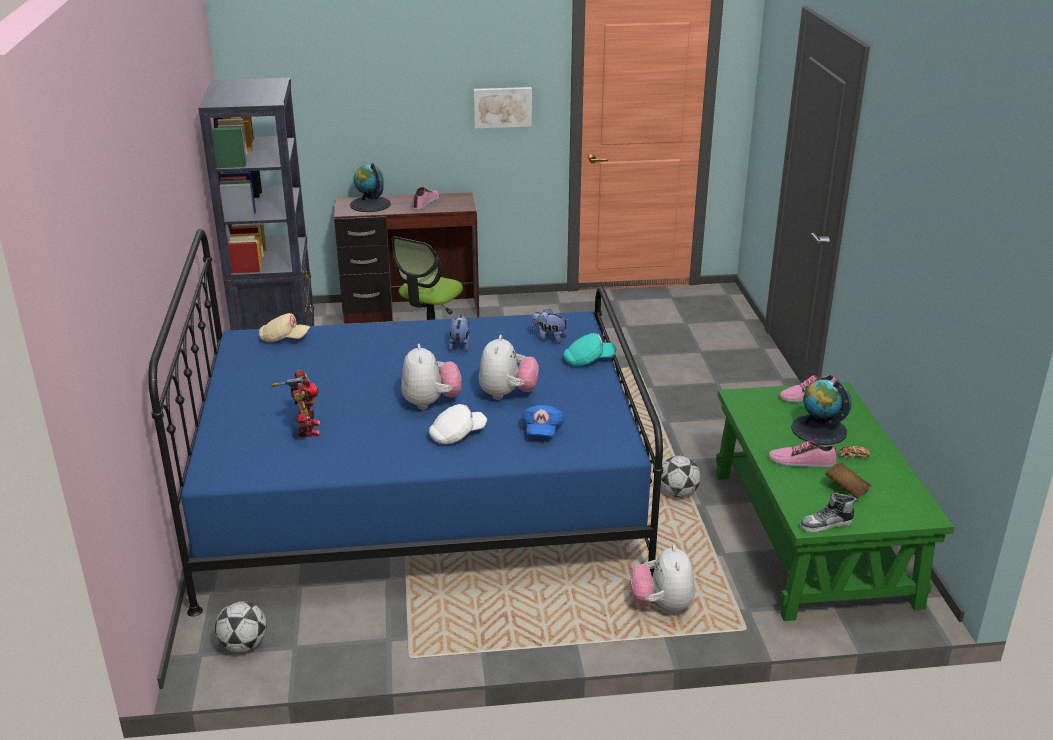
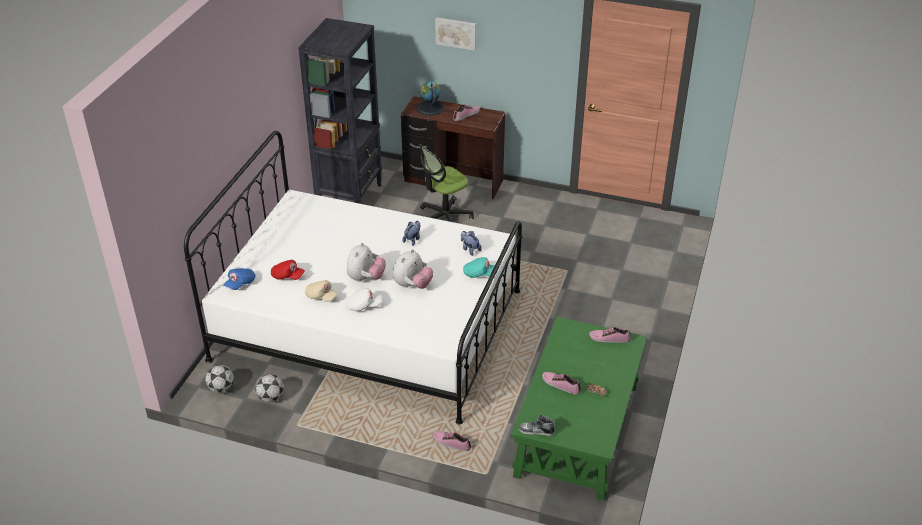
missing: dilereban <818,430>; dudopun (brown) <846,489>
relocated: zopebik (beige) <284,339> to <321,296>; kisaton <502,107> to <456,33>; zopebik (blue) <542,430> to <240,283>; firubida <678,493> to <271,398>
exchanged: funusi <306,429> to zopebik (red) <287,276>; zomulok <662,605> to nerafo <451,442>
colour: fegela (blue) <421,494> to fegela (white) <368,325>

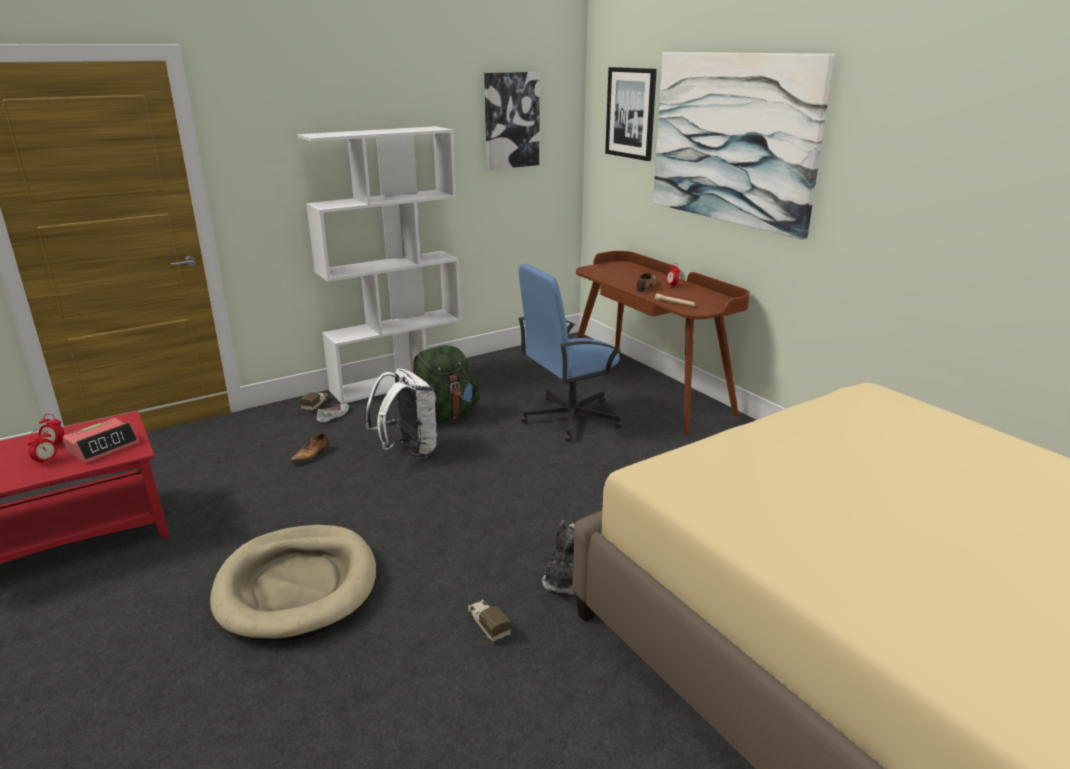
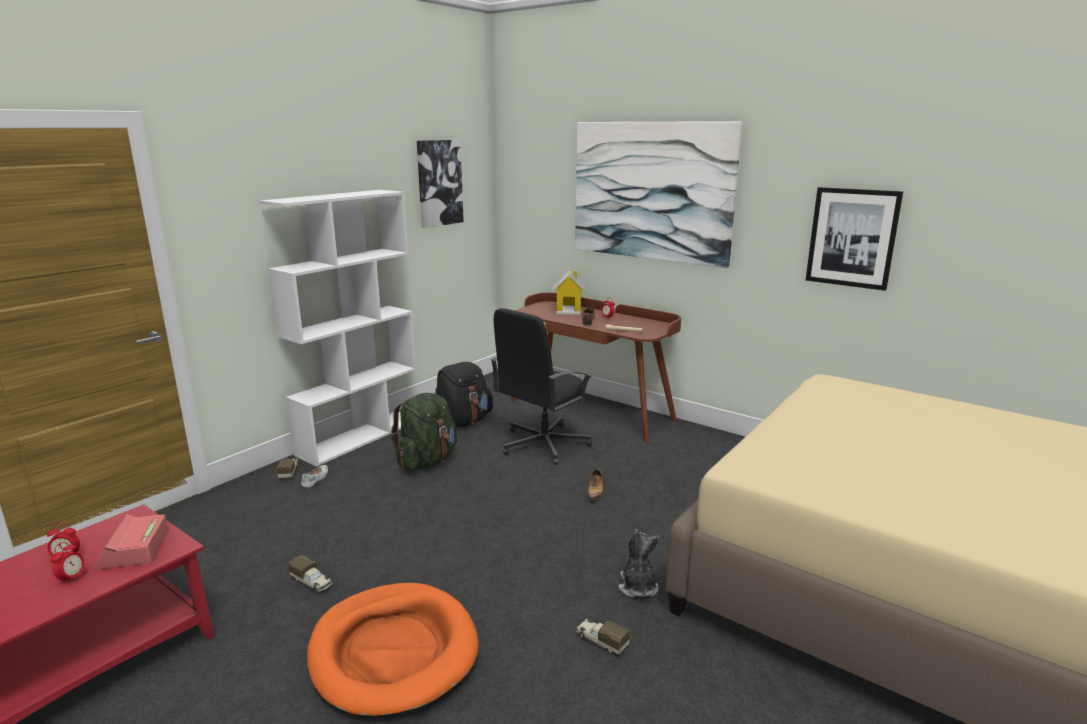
missing: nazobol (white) <408,451>
appeared: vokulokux <312,583>; nazobol (black) <463,422>; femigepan <569,310>
relocated: nerafo <311,455> to <595,491>; kisaton <631,113> to <852,238>
colour: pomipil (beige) <297,586> to pomipil (orange) <394,652>; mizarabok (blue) <569,418> to mizarabok (black) <543,444>
spun: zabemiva <103,447> = <134,549> 150 degrees clockwise

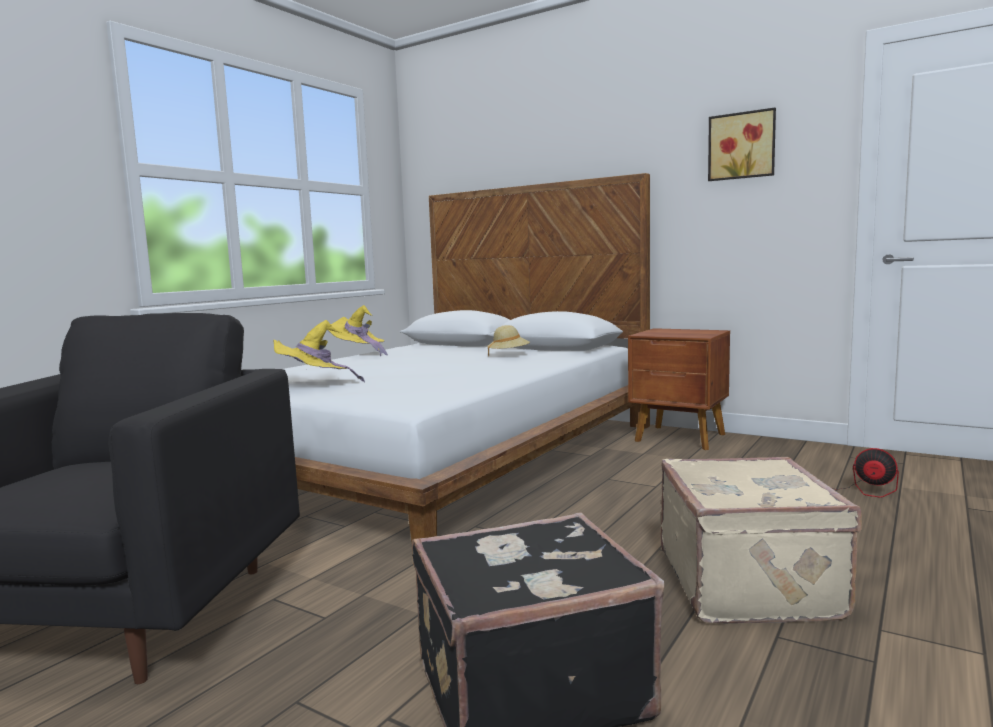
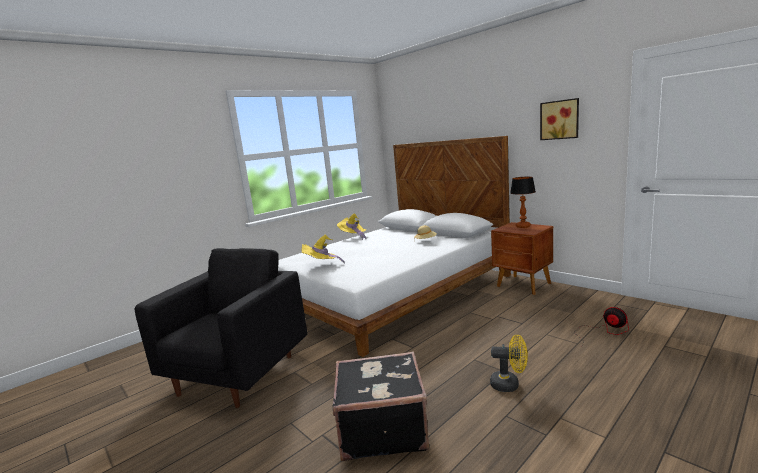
appeared: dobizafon <523,226>
exchanged: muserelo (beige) <750,583> to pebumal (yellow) <509,384>

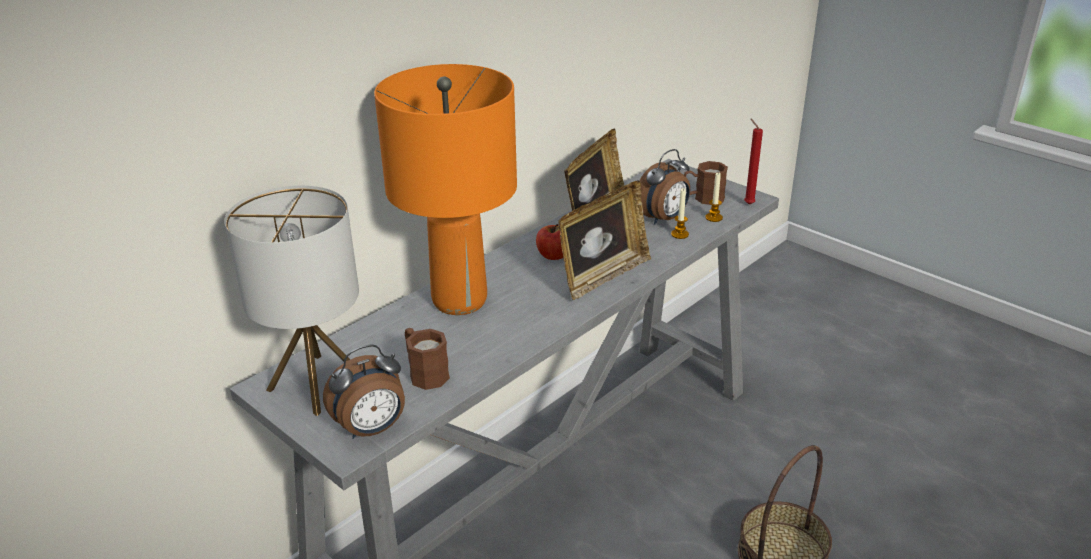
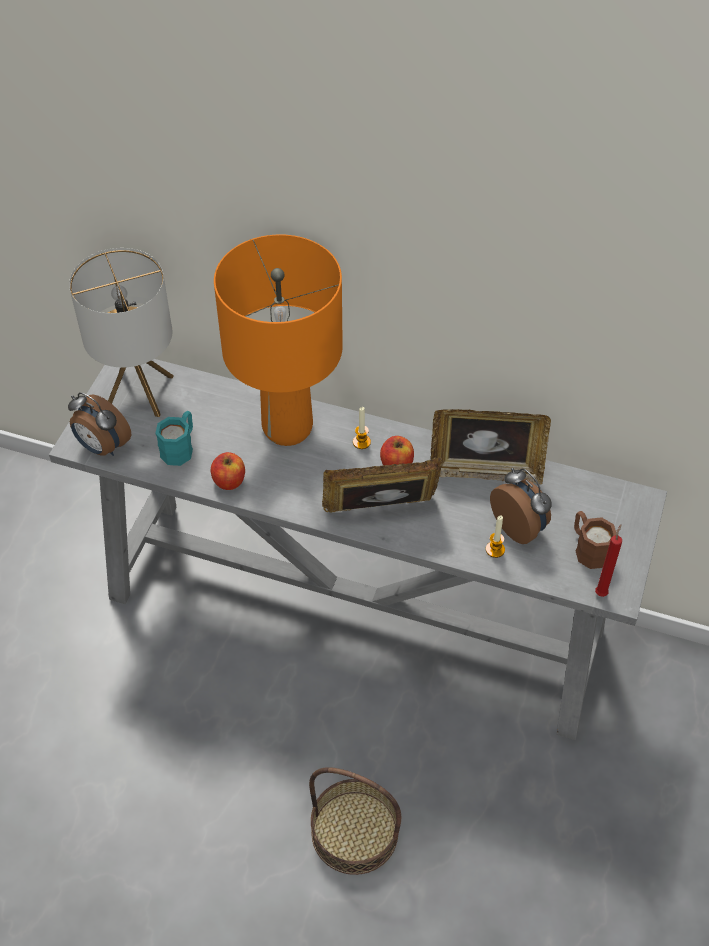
appeared: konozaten <229,481>
relocated: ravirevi <713,218> to <361,442>
colour: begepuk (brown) <425,372> to begepuk (turquoise) <180,447>
spun: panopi <602,276> = <380,512> 150 degrees clockwise; zabemiva <663,219> = <519,527> 150 degrees counterclockwise

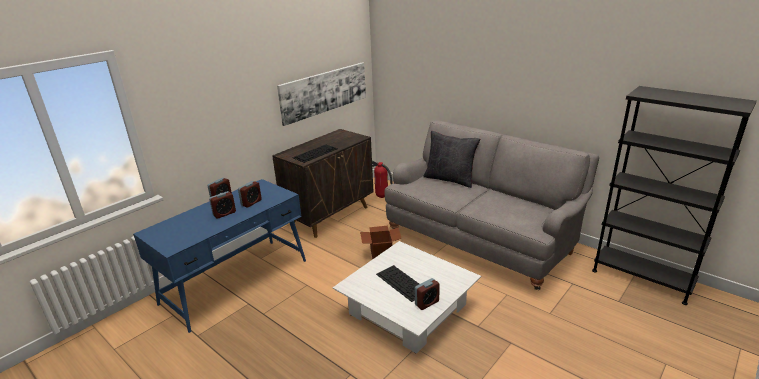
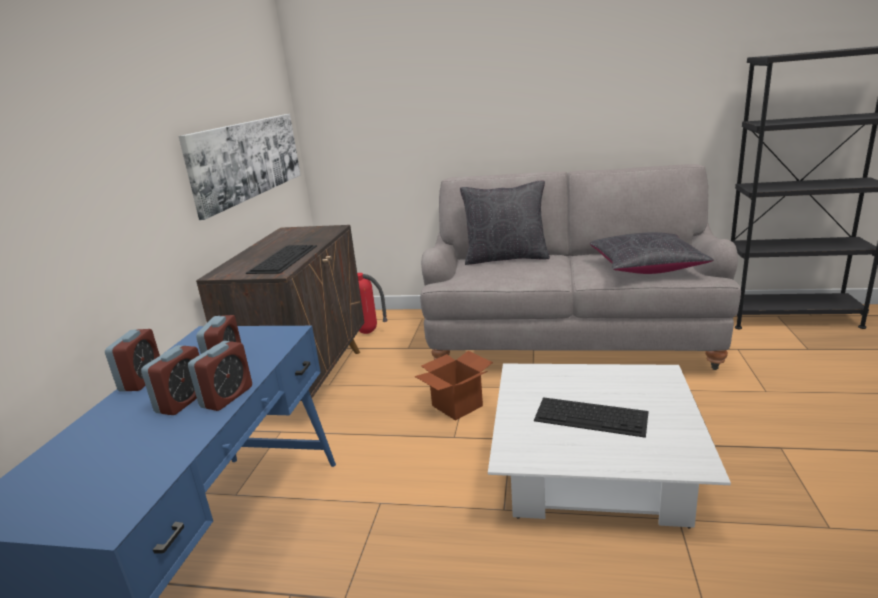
appeared: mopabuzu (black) <646,267>
relocated: zabemiva <427,303> to <227,397>

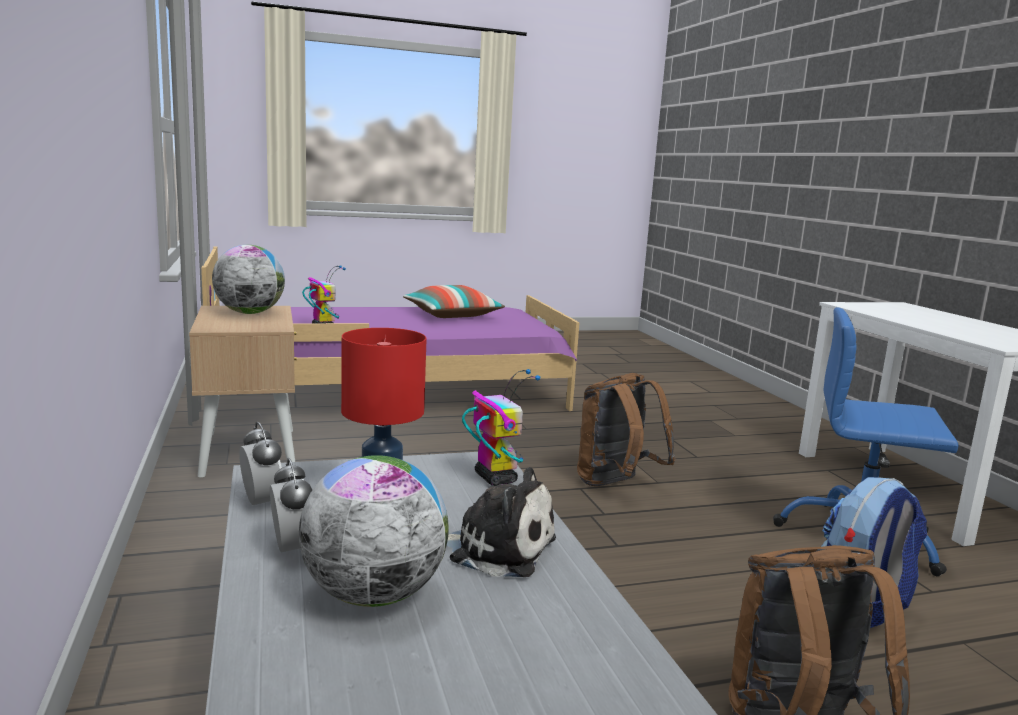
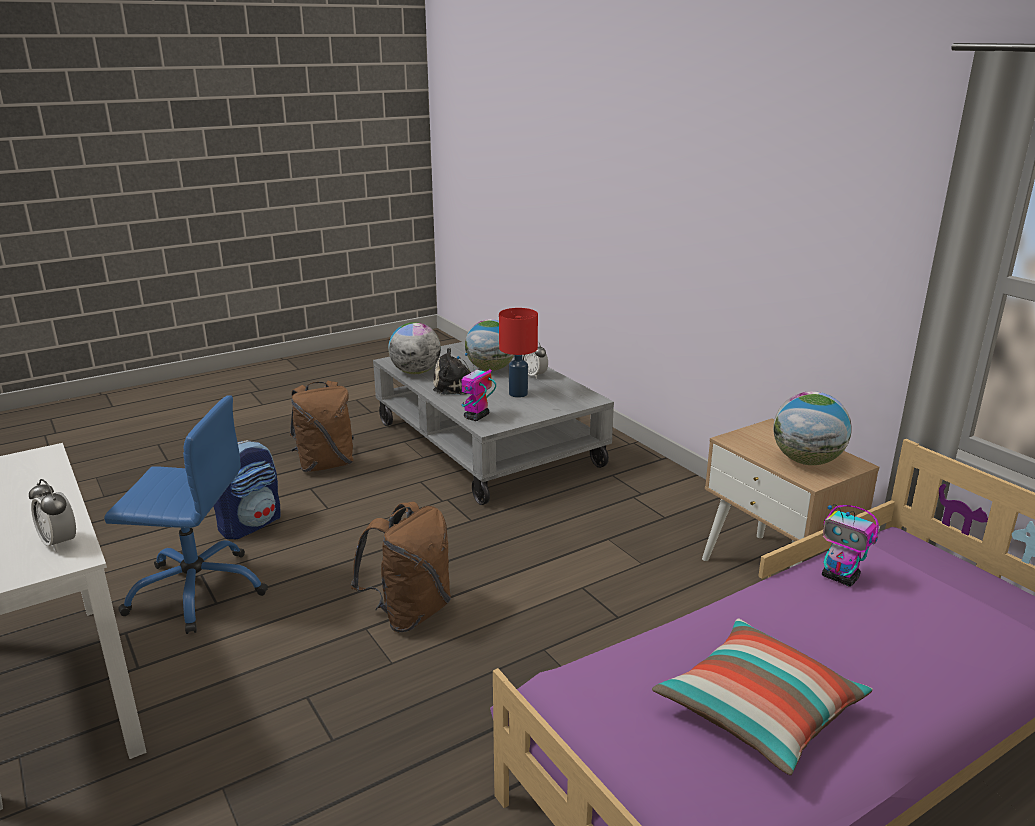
appeared: dilereban <415,372>
relocated: zabemiva <262,503> to <59,542>
spun: funusi <495,478> = <476,417> 75 degrees clockwise

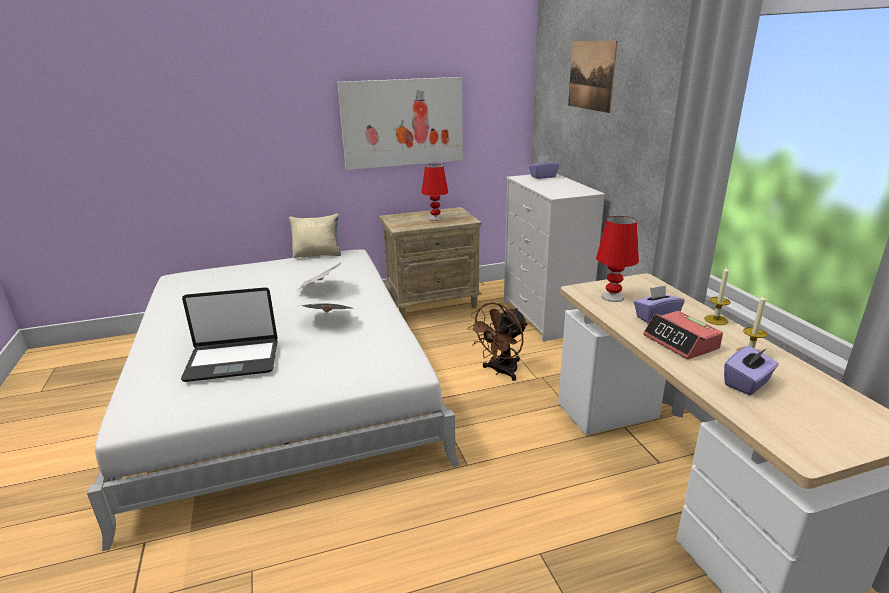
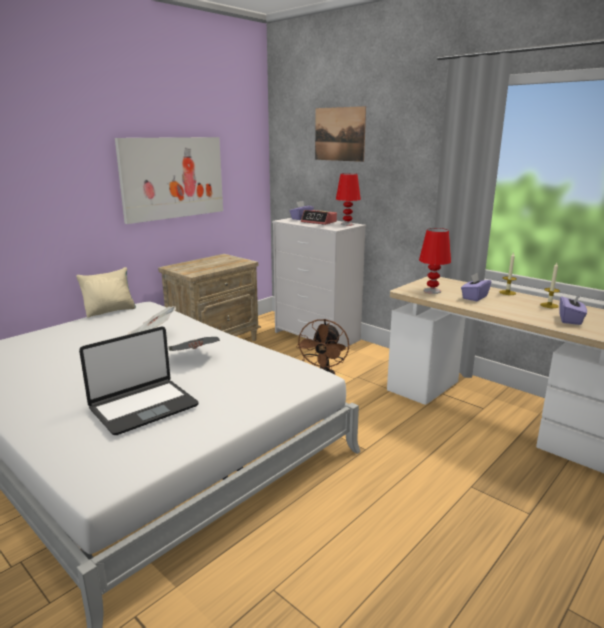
relocated: dobizafon (red) <435,218> to <347,224>; zabemiva <681,342> to <319,222>

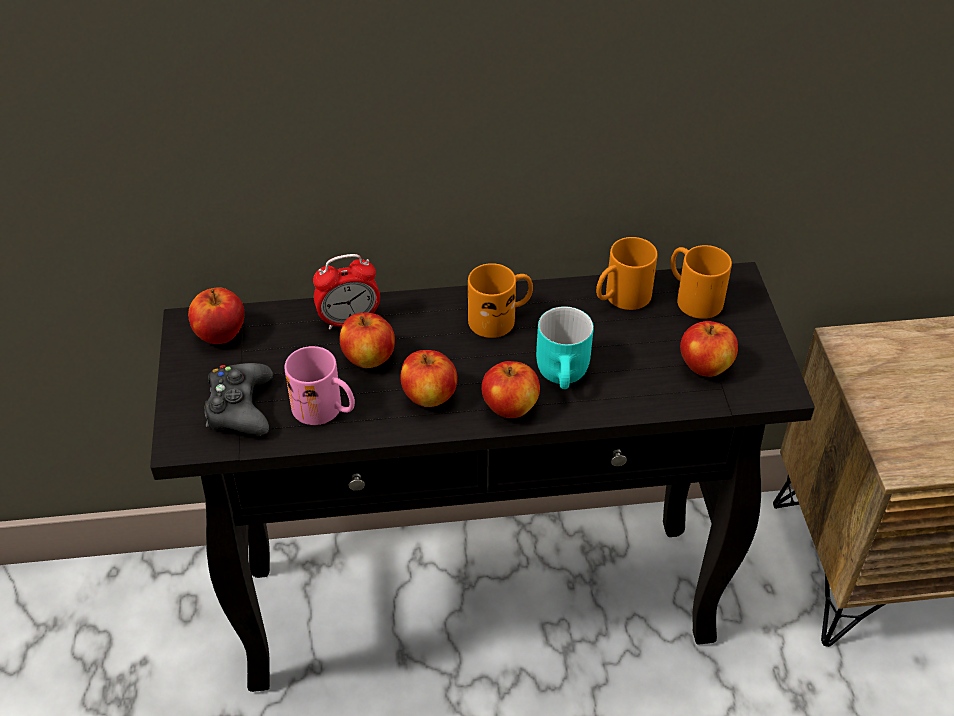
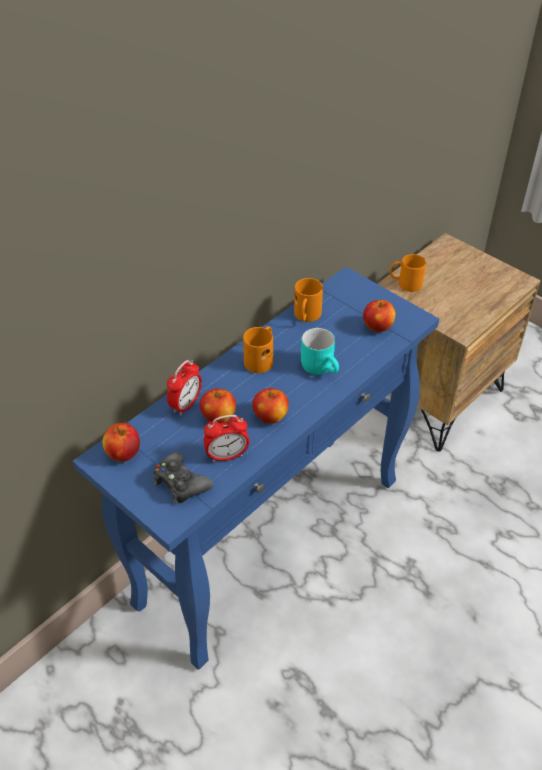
missing: konozaten <510,407>
relocated: begepuk (orange) <692,297> to <405,284>
exchanged: begepuk (pink) <326,410> to zabemiva <227,455>
colour: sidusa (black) <480,602> to sidusa (blue) <272,539>

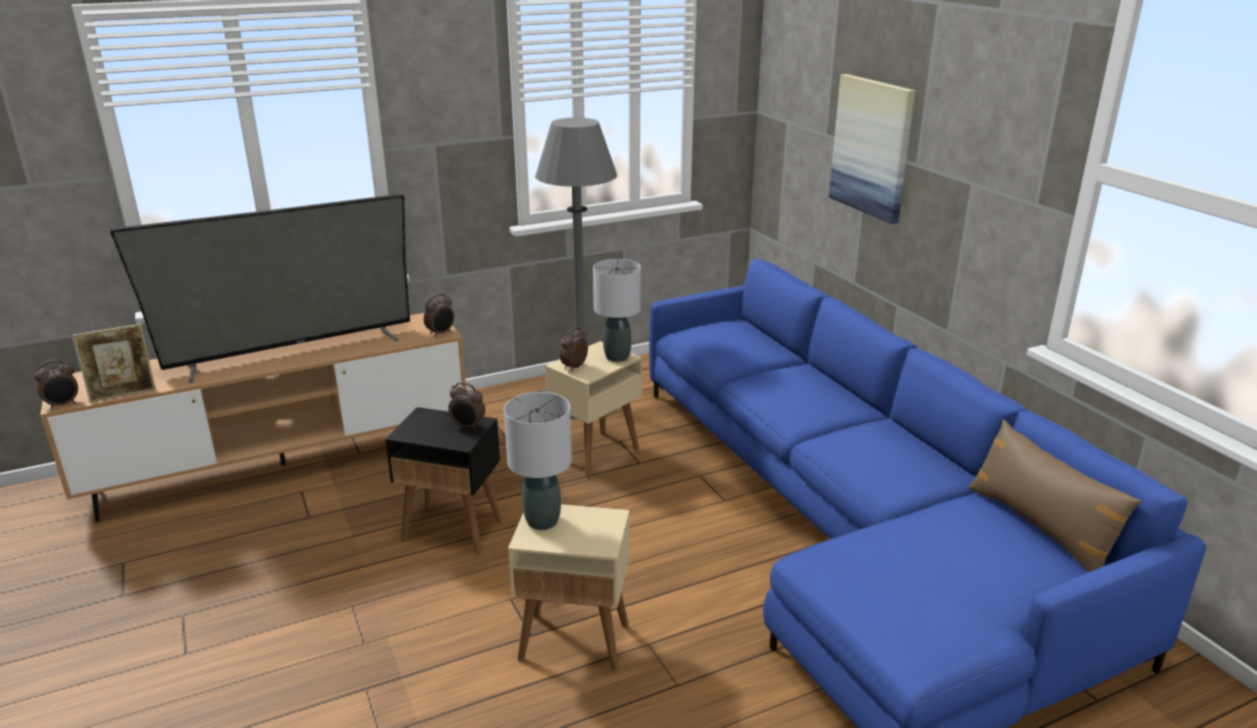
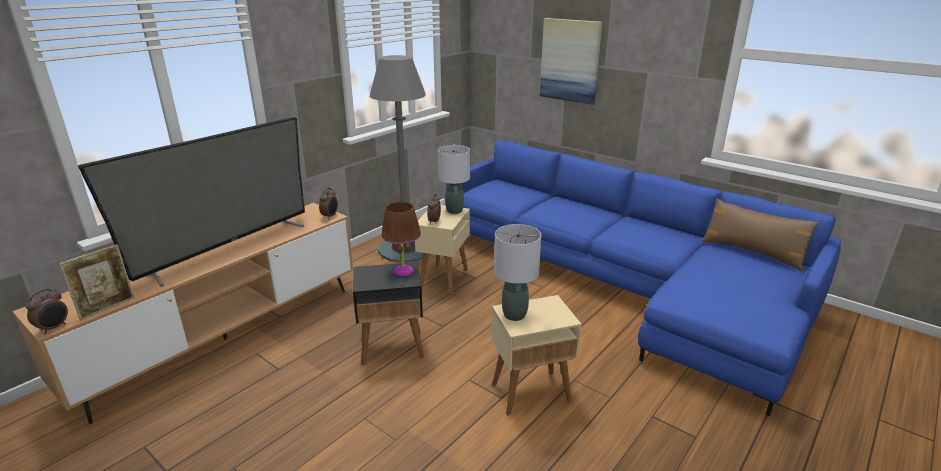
exchanged: zabemiva <468,426> to dobizafon (brown) <403,271>

